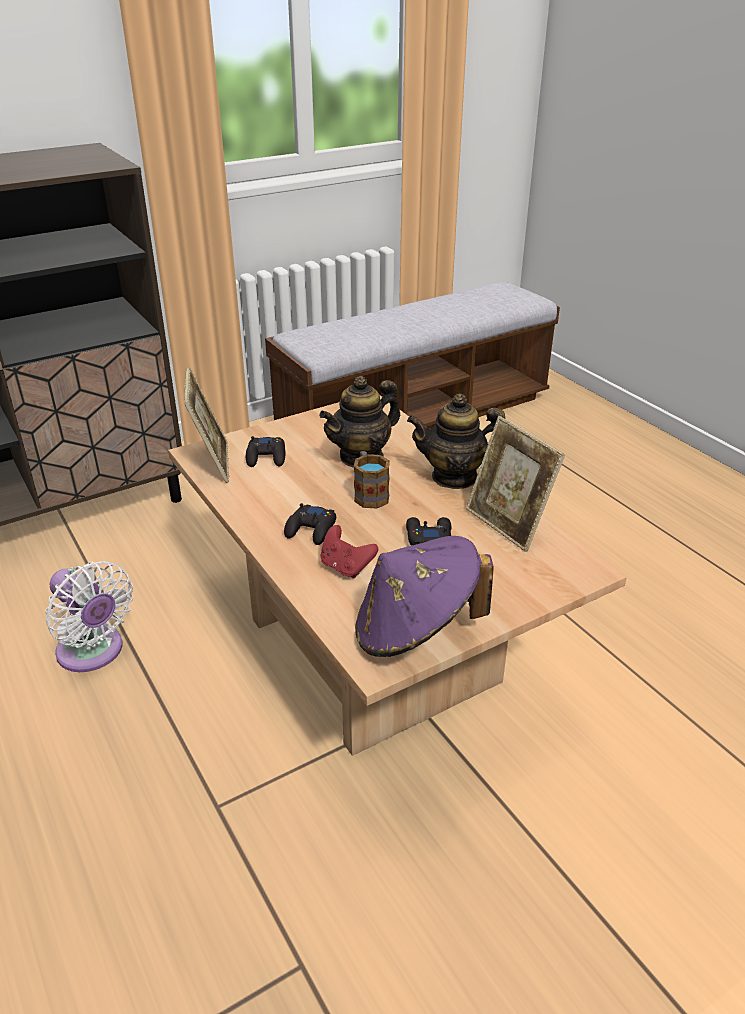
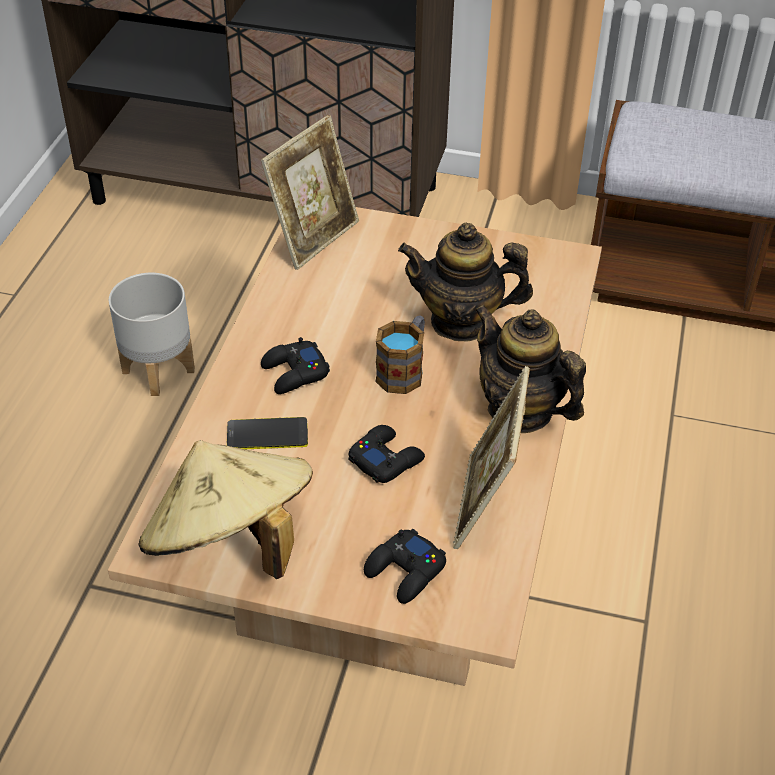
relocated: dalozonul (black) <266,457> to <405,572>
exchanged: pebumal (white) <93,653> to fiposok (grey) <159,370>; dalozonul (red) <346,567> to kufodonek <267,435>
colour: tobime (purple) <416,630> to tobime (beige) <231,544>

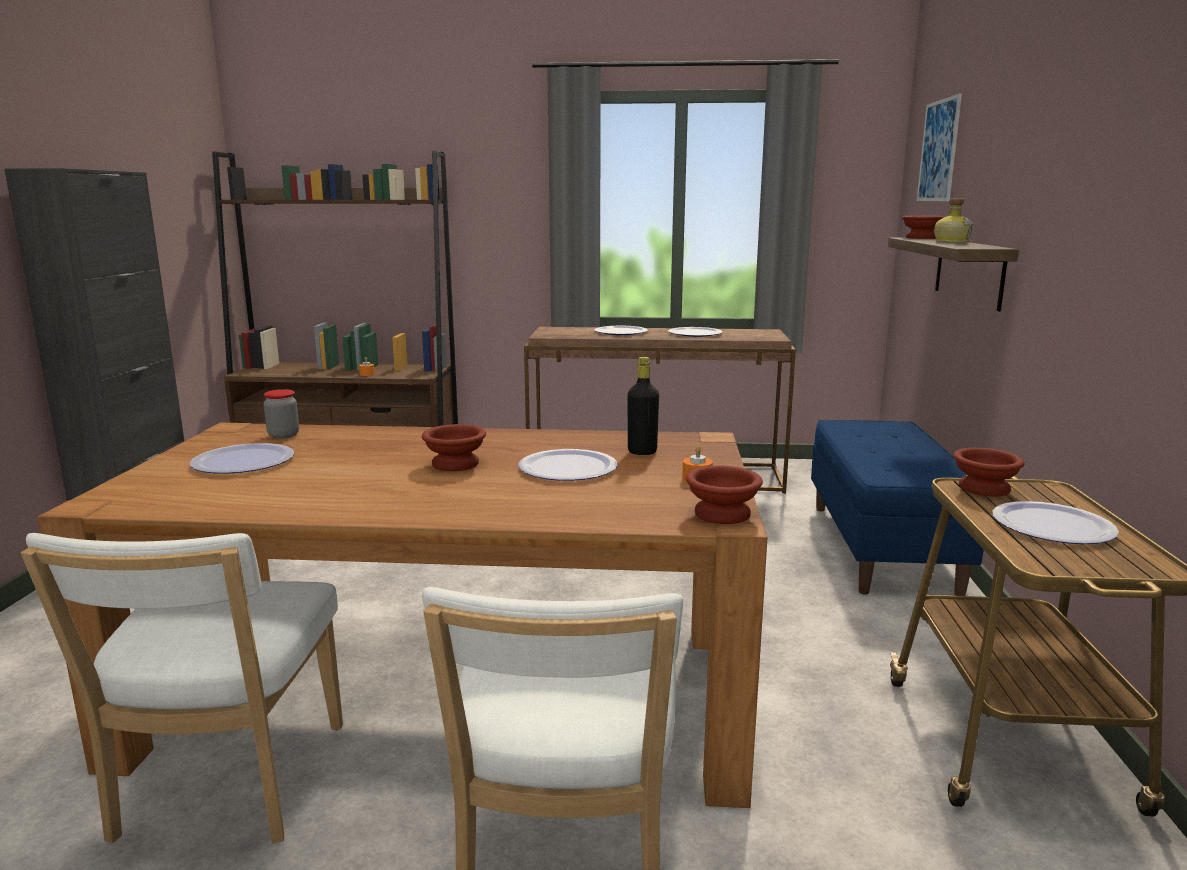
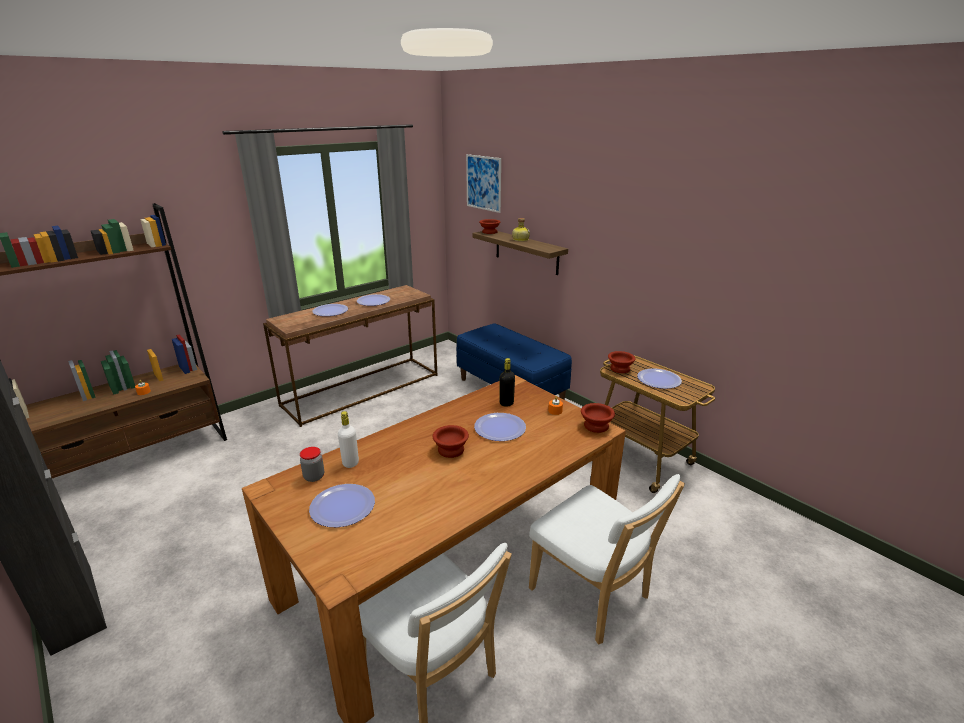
appeared: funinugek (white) <350,463>

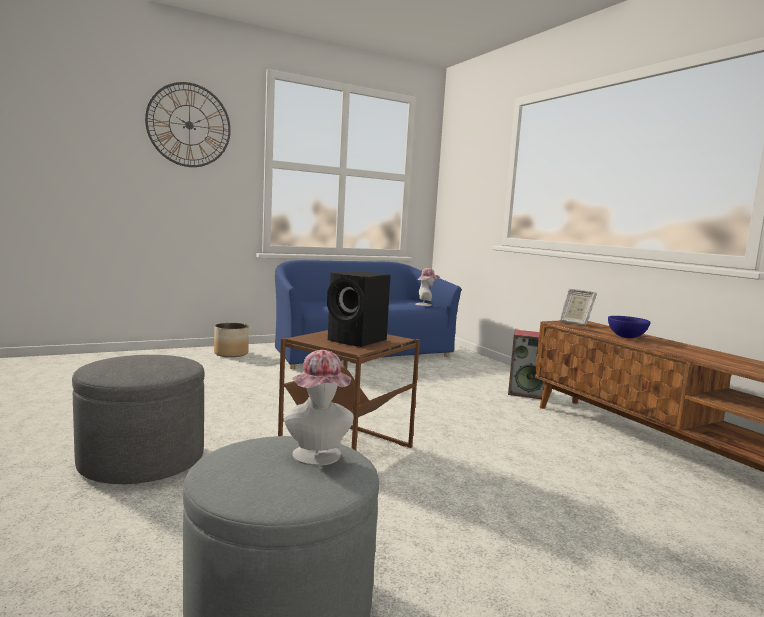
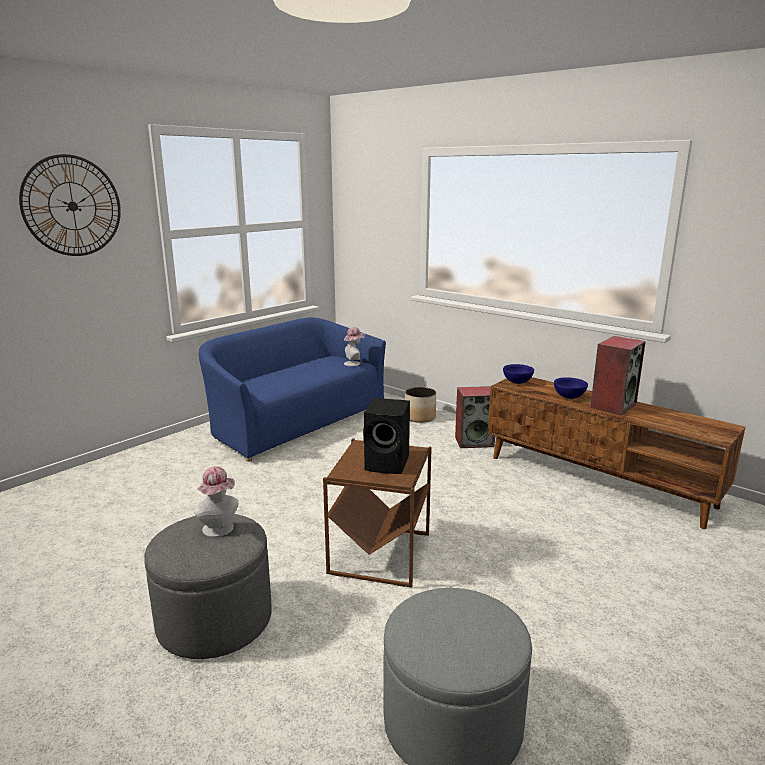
appeared: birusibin <613,405>
relocated: fiposok <231,353> to <420,417>; tobime <318,458> to <220,530>
exchanged: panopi <575,323> to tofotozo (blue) <517,382>

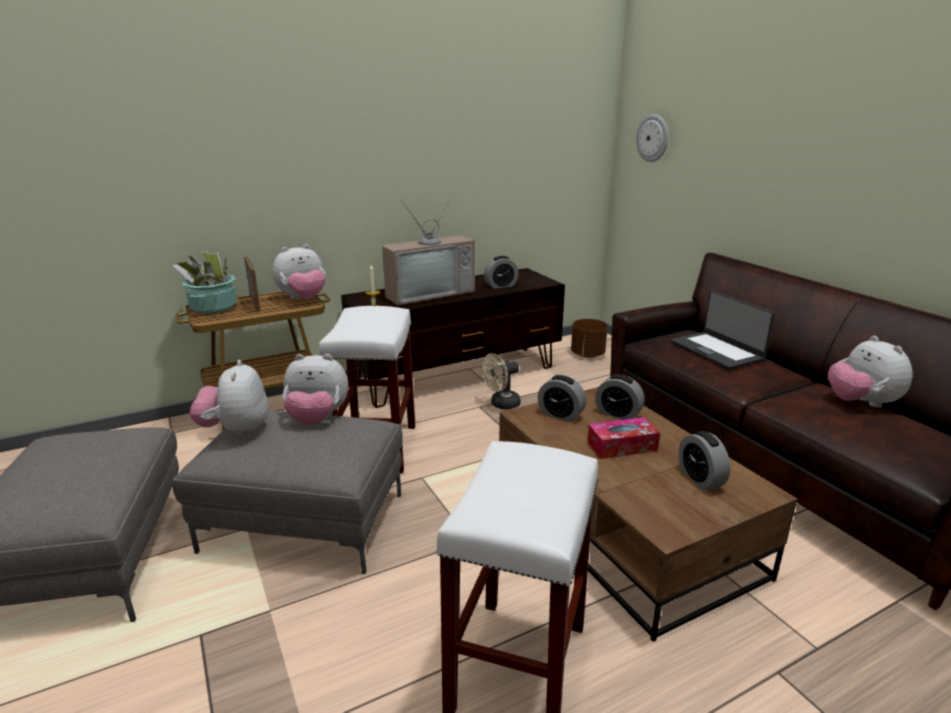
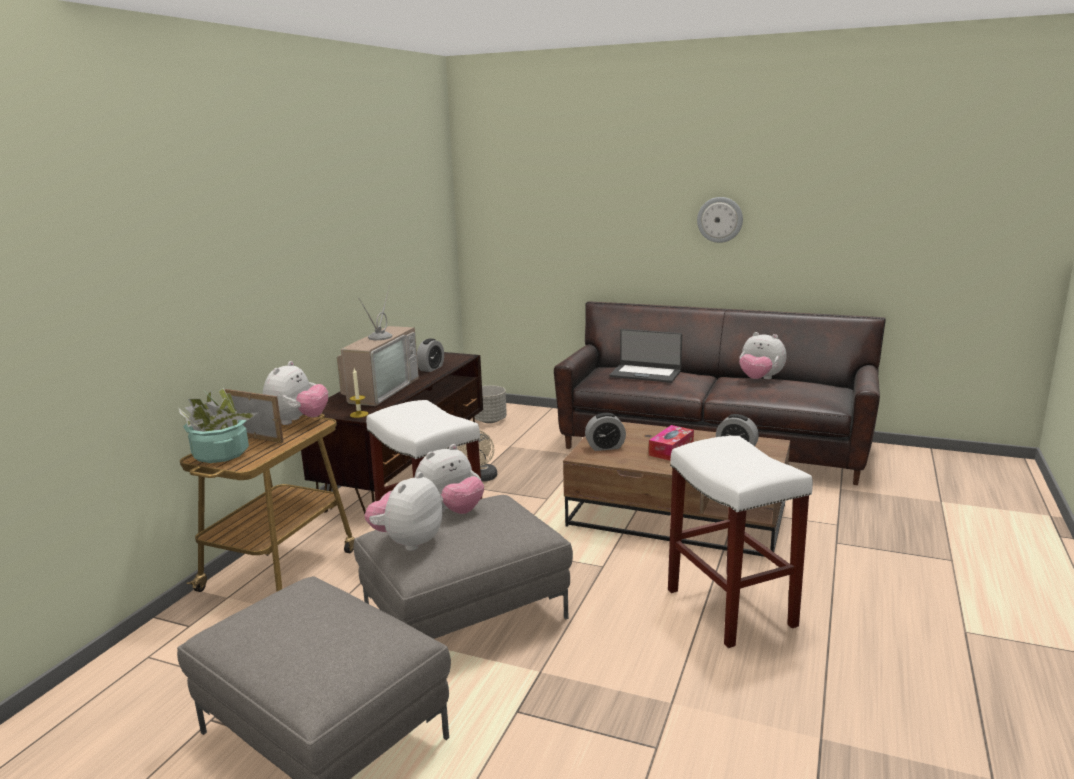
missing: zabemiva <618,414>
relocated: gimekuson <653,138> to <720,219>
colour: fiposok (brown) <587,355> to fiposok (grey) <490,420>
spun: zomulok <236,430> = <407,542> 75 degrees clockwise

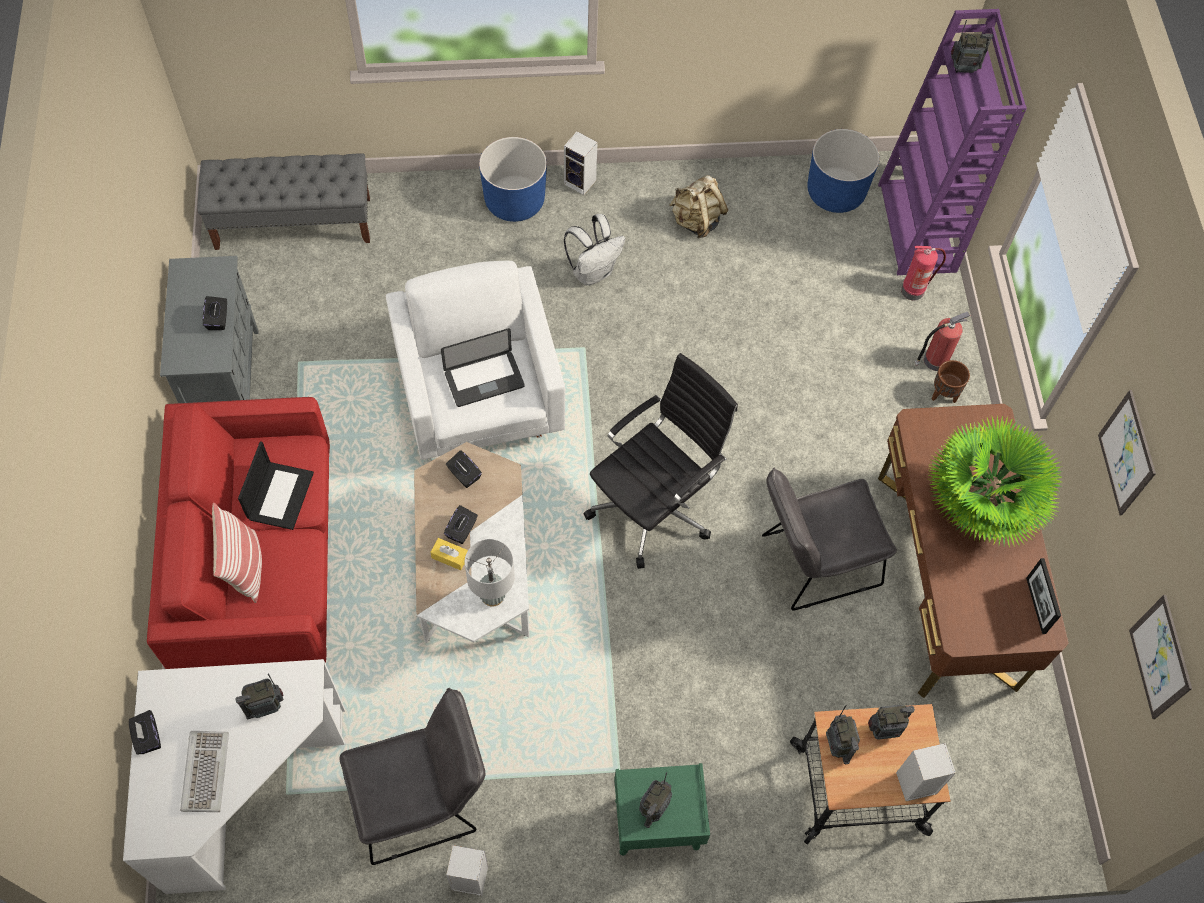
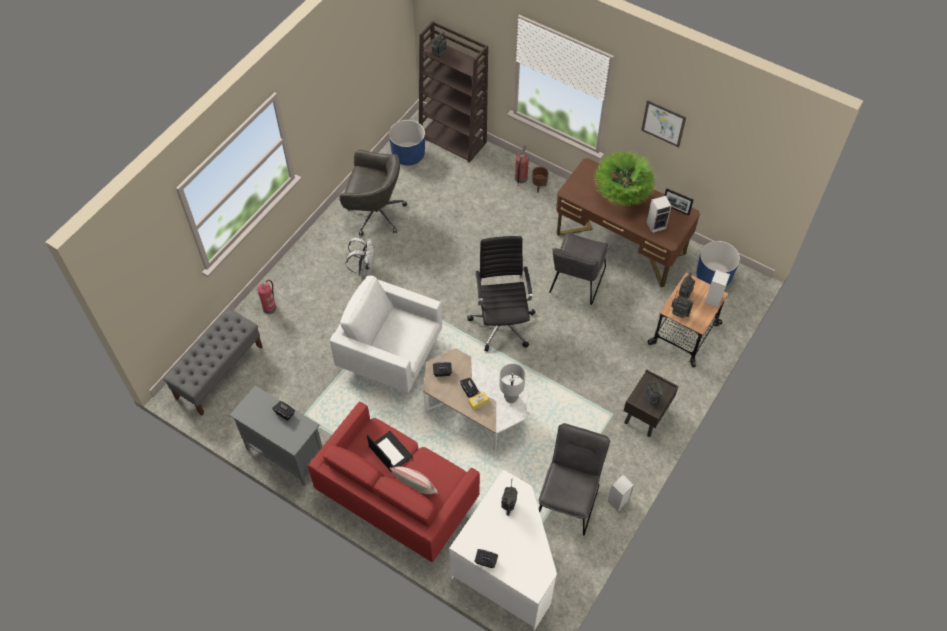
missing: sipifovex <204,771>; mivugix <484,380>; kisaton <1160,657>
relocated: fiposok (blue) <514,201> to <713,277>; birusibin <581,182> to <656,225>; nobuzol <913,290> to <270,307>
exchanged: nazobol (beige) <696,221> to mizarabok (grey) <374,213>
colour: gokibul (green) <656,824> to gokibul (brown) <646,415>; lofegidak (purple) <918,228> to lofegidak (brown) <453,140>

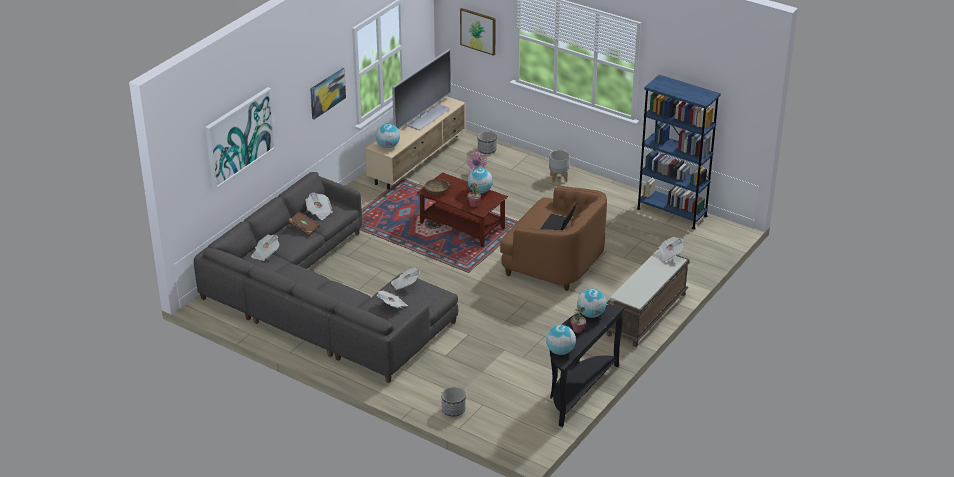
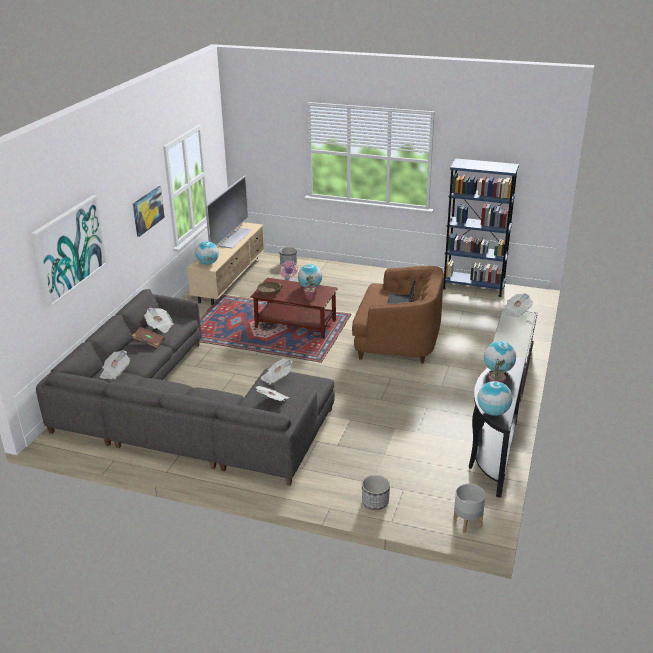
missing: kisaton <478,31>
relocated: fiposok (grey) <558,178> to <467,523>

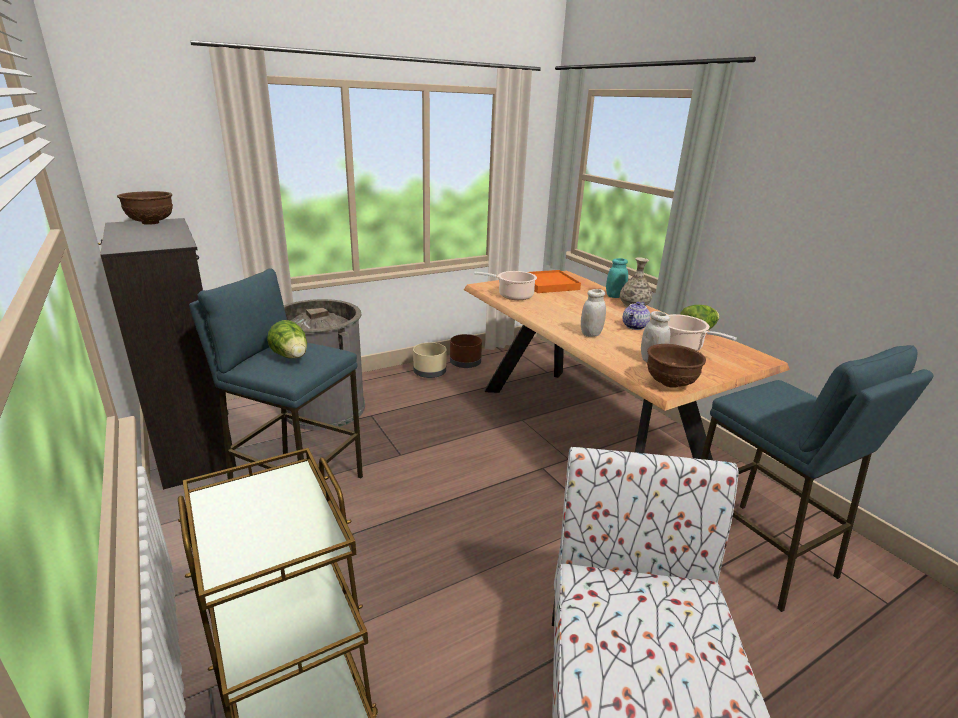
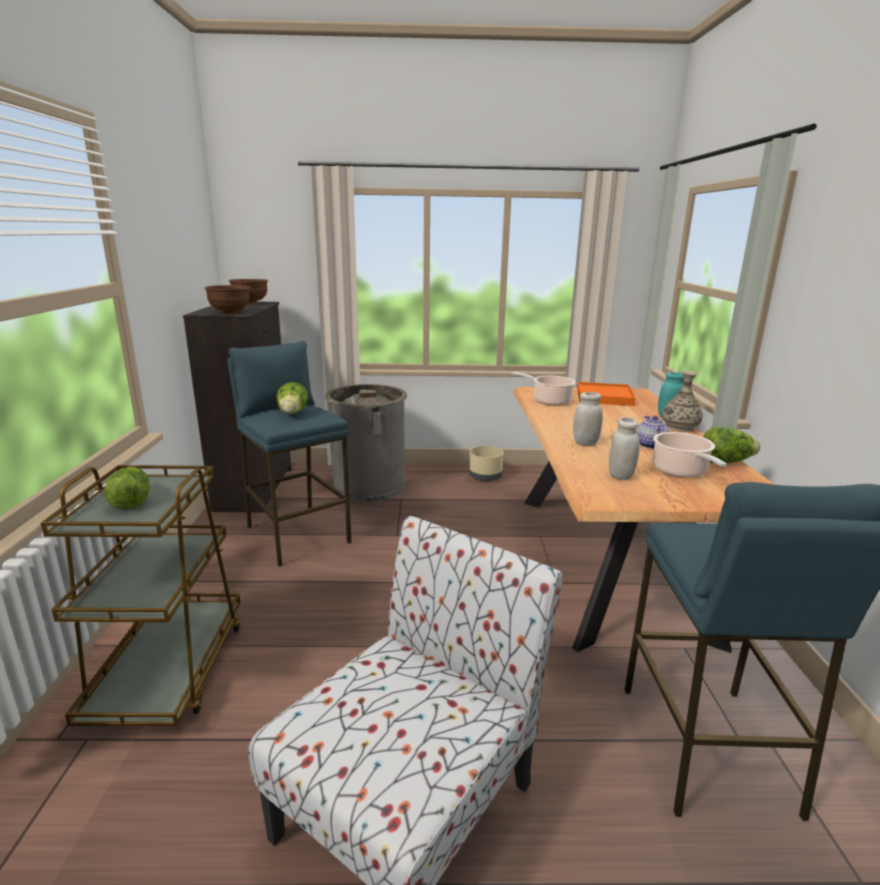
missing: fiposok (brown) <465,363>
appeared: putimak <130,500>
relocated: tofotozo (brown) <670,384> to <230,313>
spun: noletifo <635,327> = <649,445> 120 degrees clockwise

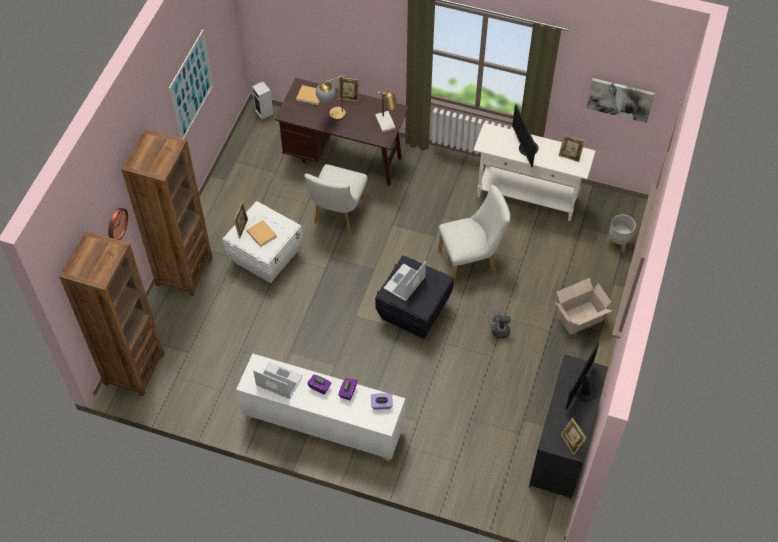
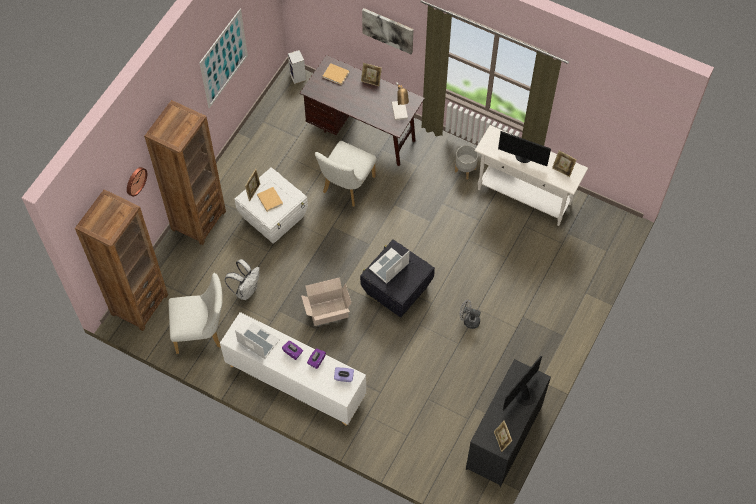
missing: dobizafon <331,116>
appeared: nazobol (white) <246,290>
relocated: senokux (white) <471,259> to <202,332>; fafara <578,318> to <327,311>; kisaton <620,99> to <388,30>; fiposok (grey) <618,243> to <465,170>
spun: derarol <526,149> = <523,157> 60 degrees counterclockwise

